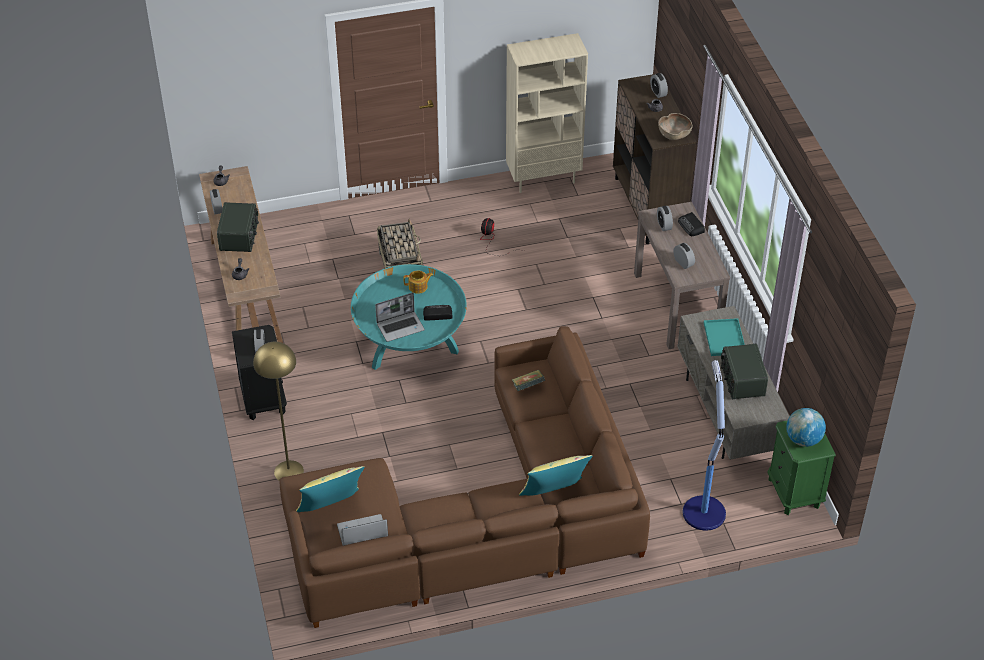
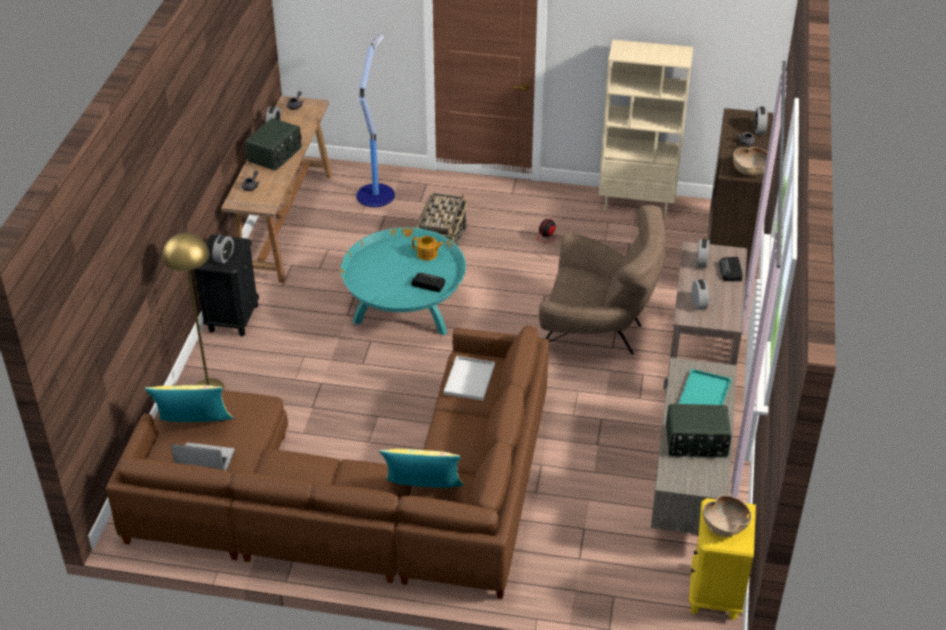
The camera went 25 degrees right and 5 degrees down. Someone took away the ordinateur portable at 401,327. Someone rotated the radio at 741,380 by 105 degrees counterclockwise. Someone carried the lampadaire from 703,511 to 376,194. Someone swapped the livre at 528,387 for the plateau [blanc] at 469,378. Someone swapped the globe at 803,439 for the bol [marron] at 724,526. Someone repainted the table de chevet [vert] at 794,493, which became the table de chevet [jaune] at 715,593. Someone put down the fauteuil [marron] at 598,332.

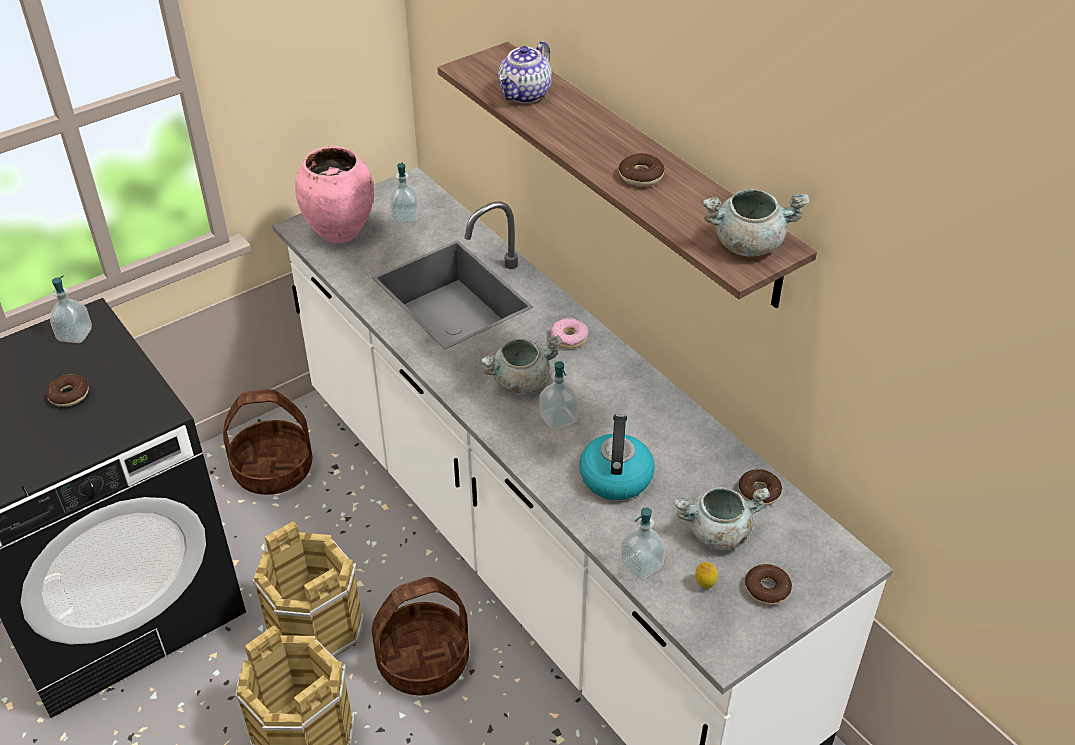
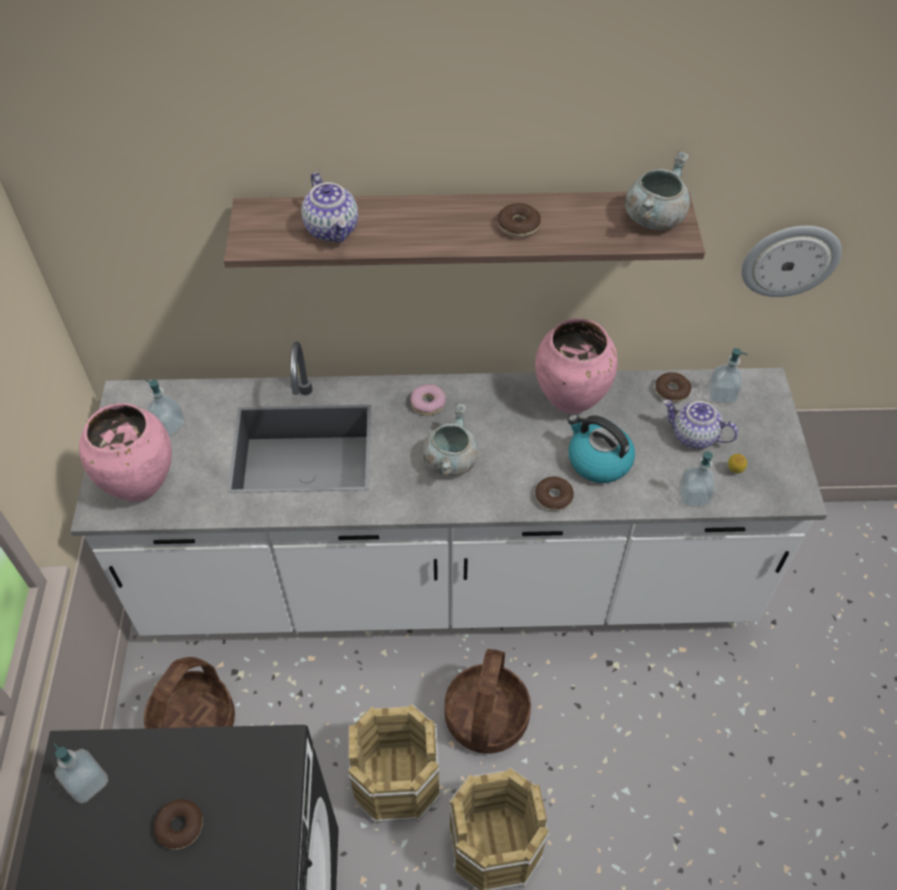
The camera went 55 degrees left and 10 degrees up. Someone carried the distributeur de savon from 558,418 to 721,394. Someone swapped the marmite [gris] at 717,533 for the théière at 693,436. Someone carried the beignet from 767,589 to 553,497. Someone put up the horloge murale at 790,259. Someone put down the vase [rose] at 571,399.

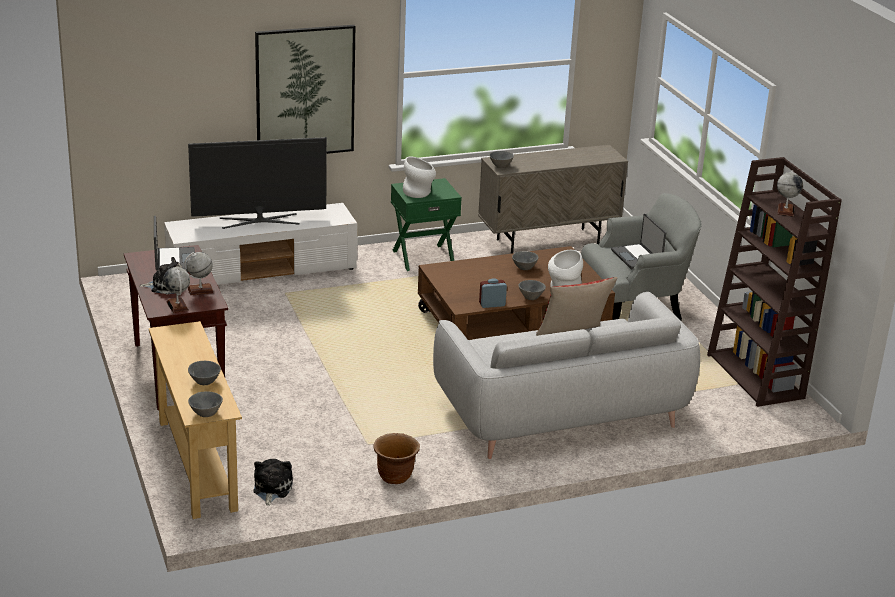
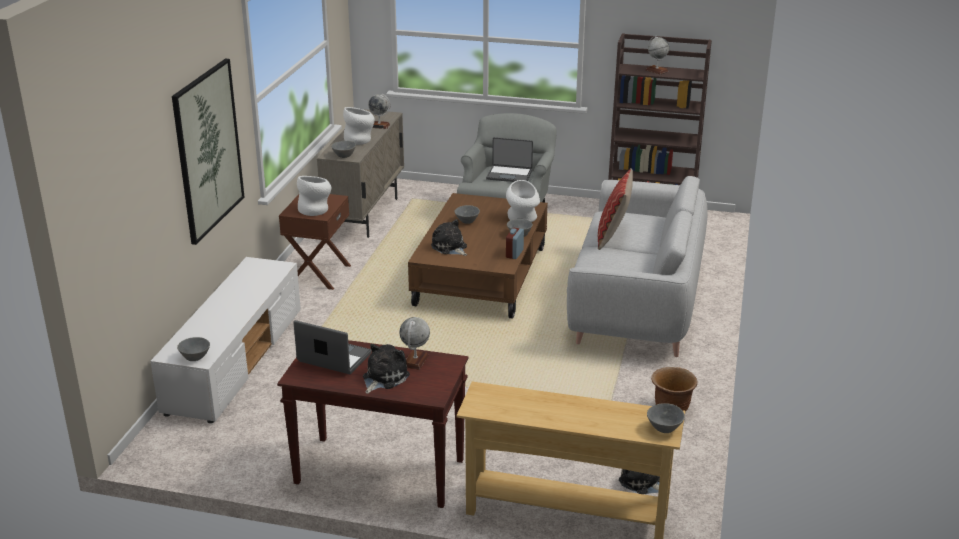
The camera went 55 degrees left and 0 degrees up. Someone took away the téléviseur at 259,221. Someone repainted the table de chevet [vert] at 423,257, which became the table de chevet [marron] at 318,274. Someone carried the globe from 177,306 to 379,125. Someone carried the bol [gris] from 204,382 to 195,358. Someone put down the vase [blanc] at 360,140. Someone put down the peluche at 450,247.

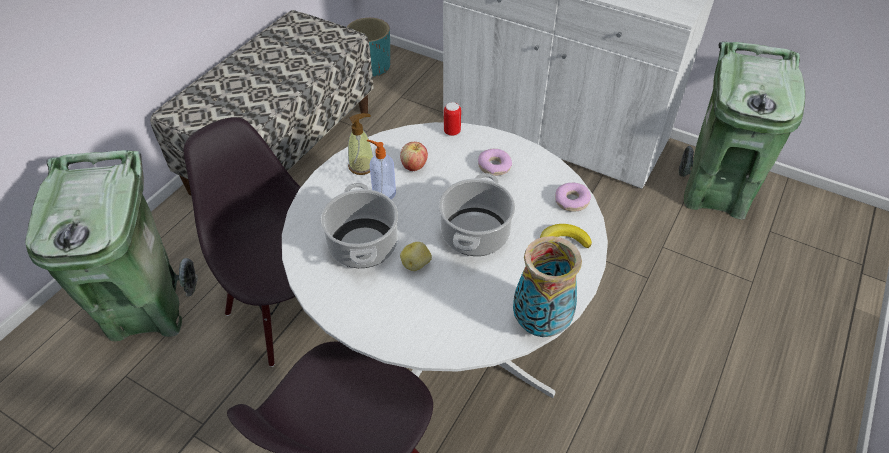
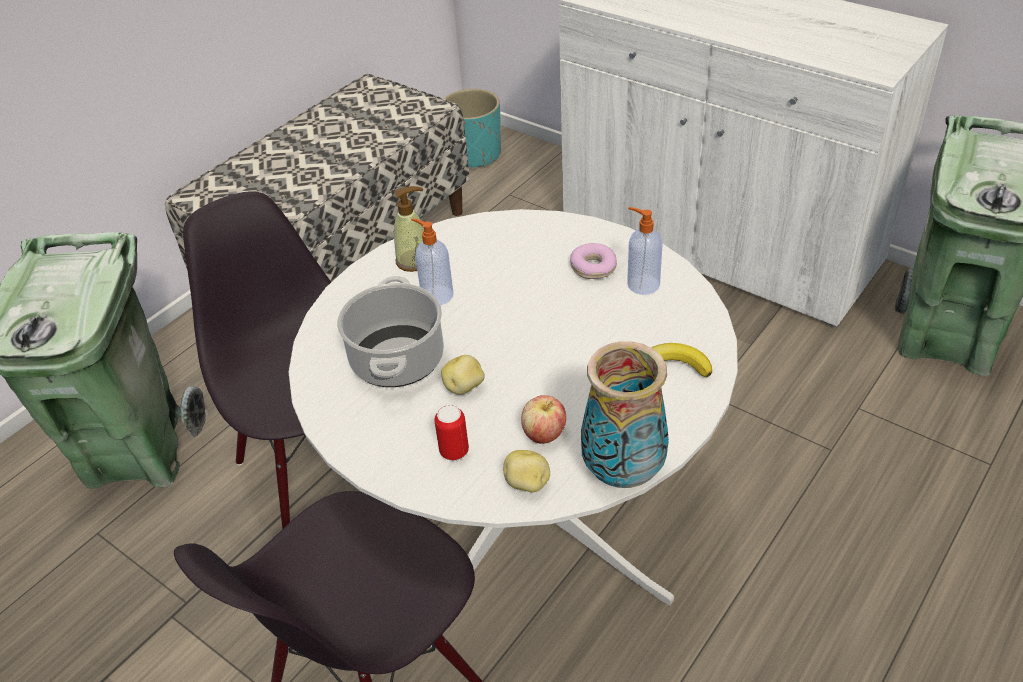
The camera went 10 degrees right and 5 degrees down. Someone carried the boîte métallique from 452,132 to 454,451. Someone carried the pomme from 414,166 to 544,434. Someone took away the marmite at 475,233. Someone took away the beignet at 571,201. Someone put down the distributeur de savon at 642,284. Someone put down the pomme de terre at 527,484.

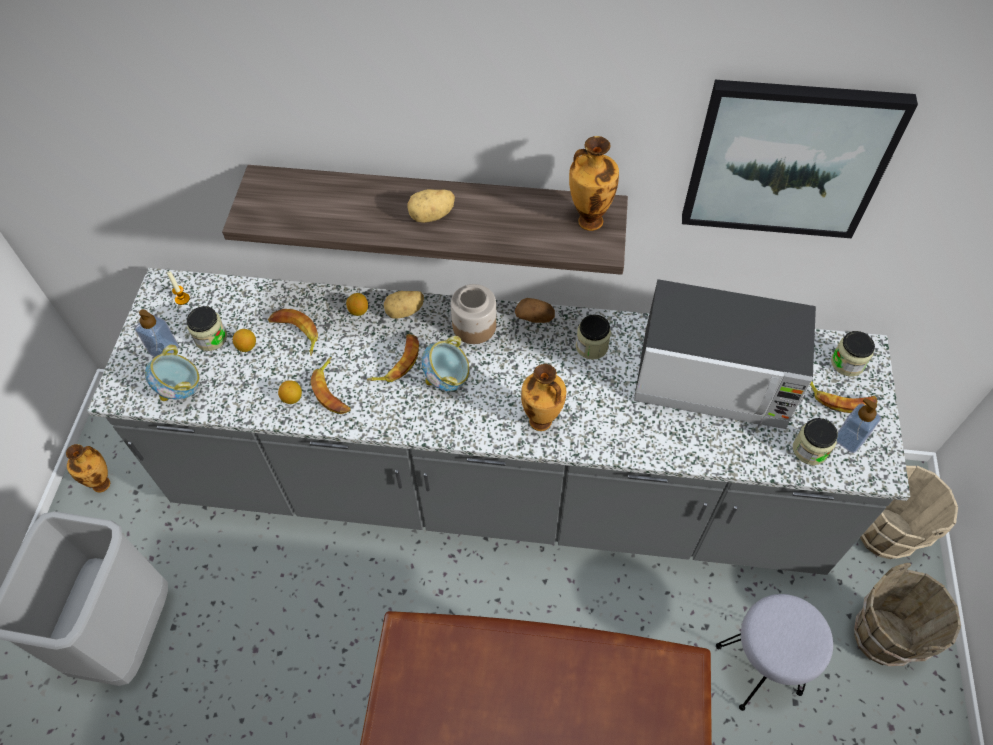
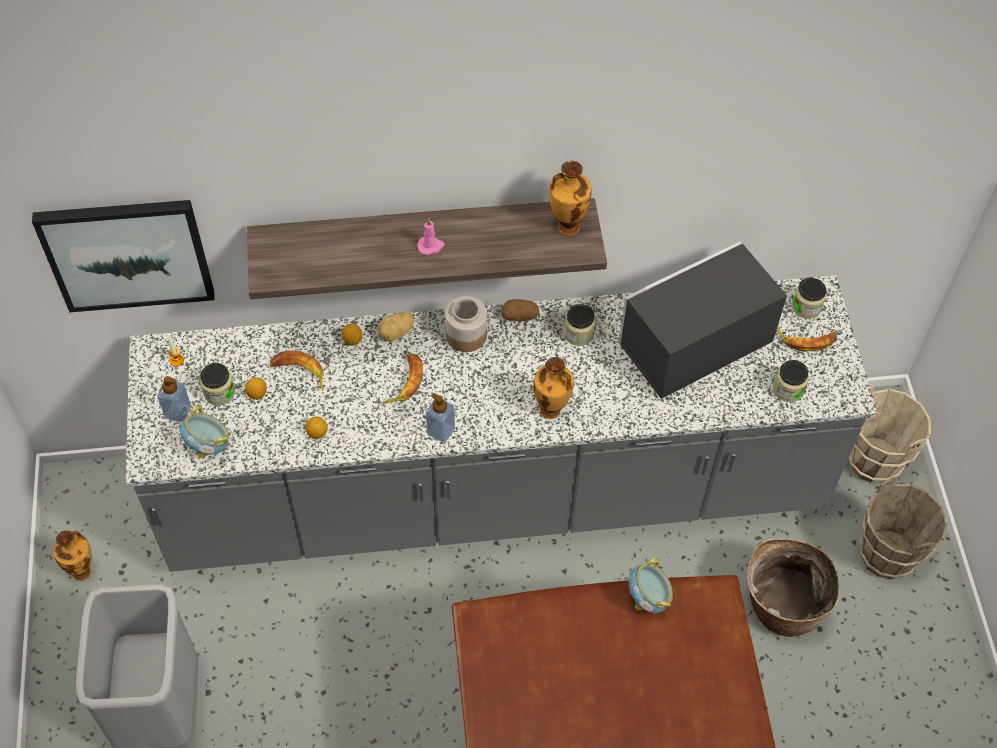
The camera went 15 degrees left and 0 degrees up. Someone carried the tableau from 788,159 to 127,253. Someone swapped the pomme de terre at 432,216 for the bougie [rose] at 431,246. Someone rotated the micro-ondes at 713,380 by 150 degrees clockwise. Someone carried the bol from 447,379 to 648,598. Someone took away the banane at 332,391. Someone carried the distributeur de savon from 849,440 to 441,431. Someone swapped the tabouret [gris] at 758,667 for the panier at 780,606.

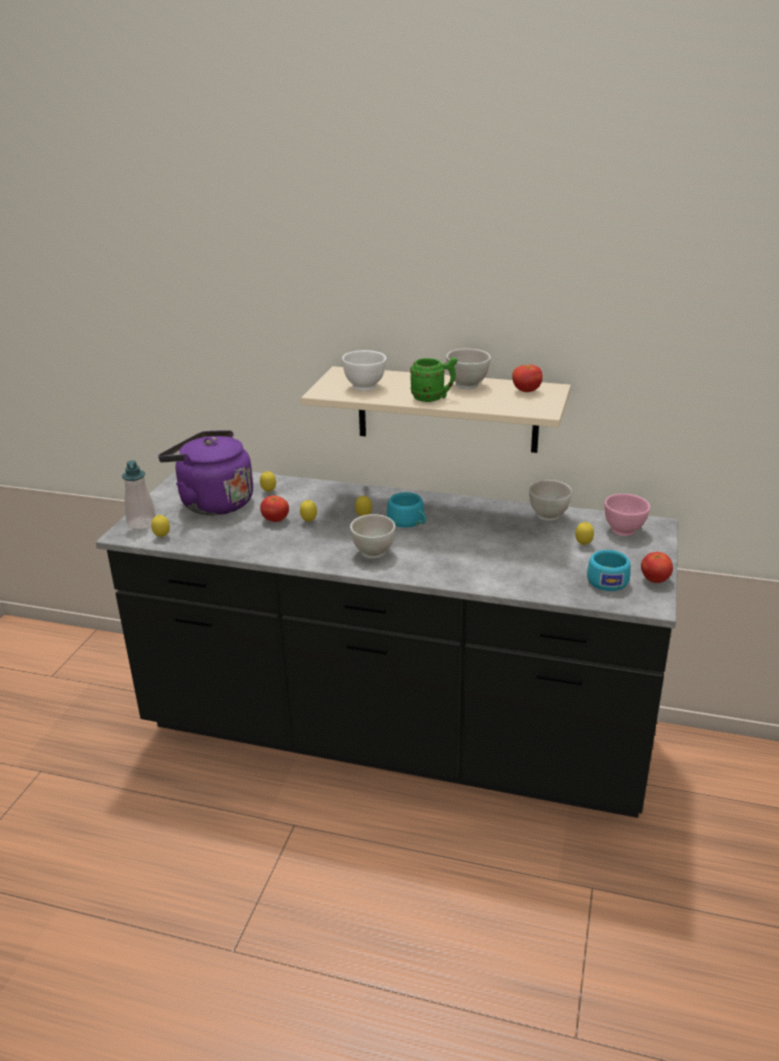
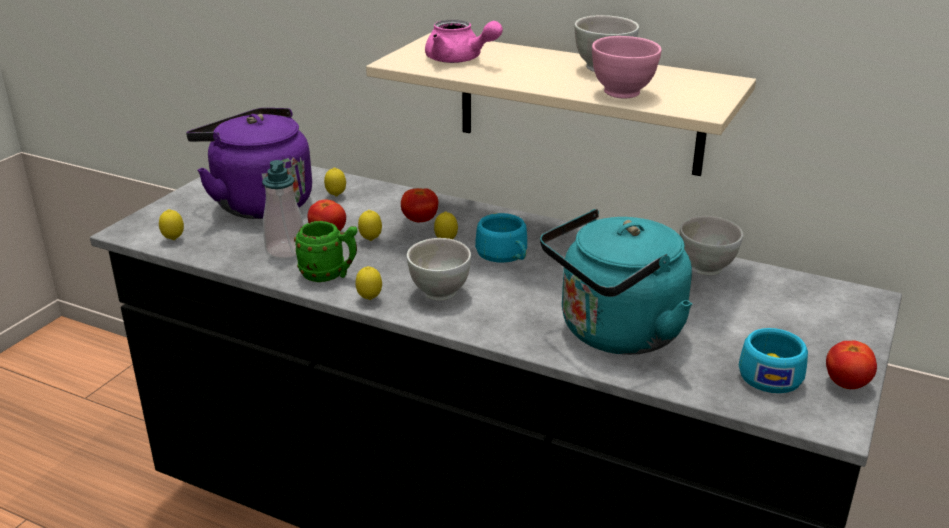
The camera went 10 degrees right and 0 degrees up. Someone swapped the bol [blanc] at 365,387 for the théière [rose] at 459,60. Someone carried the mug [vert] from 433,398 to 330,275. Someone carried the tomate from 526,391 to 420,220. Someone carried the distributeur de savon from 142,523 to 286,250. Someone carried the bol [rose] from 624,531 to 623,93. Someone carried the citron from 583,545 to 369,299. Someone put down the bouilloire [turquoise] at 615,334.

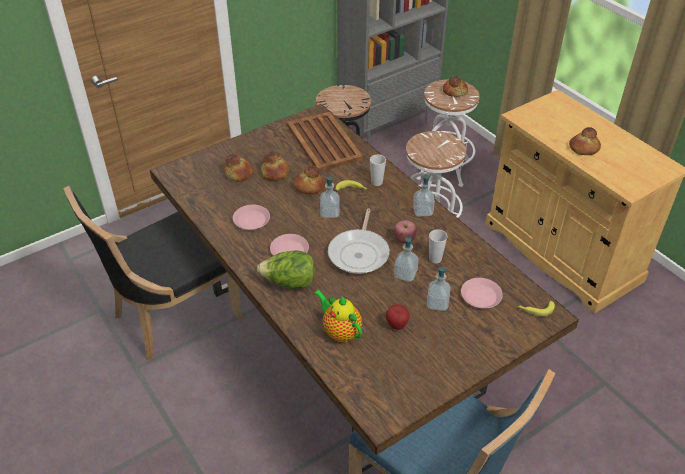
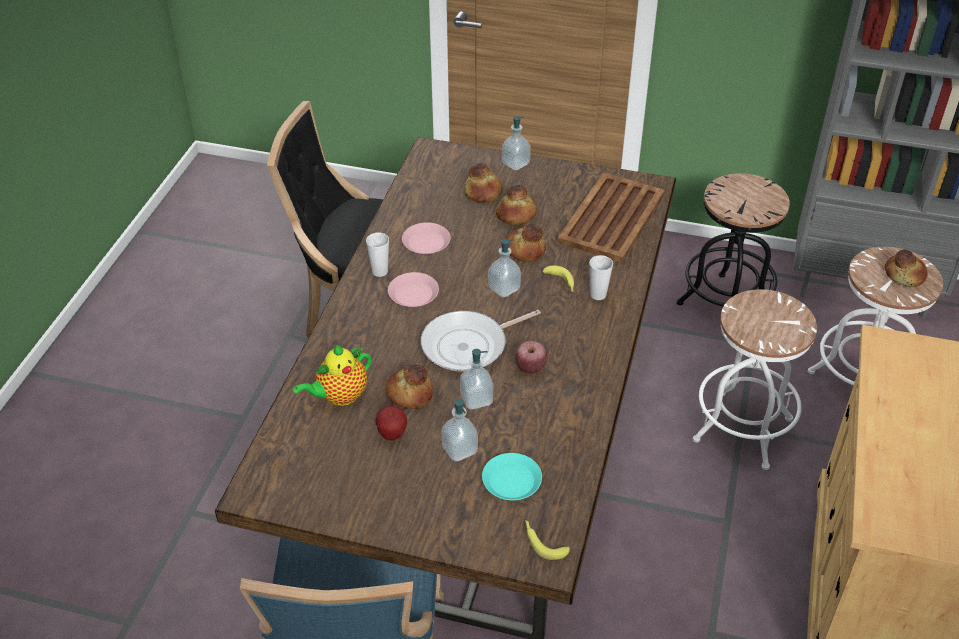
The camera went 50 degrees right and 0 degrees up. Someone carried the pain from 583,149 to 409,394. Someone carried the distributeur de savon from 423,211 to 515,163. Someone carried the tasse from 435,259 to 380,271. Someone took away the laitue at 289,283. Someone repainted the assiette [rose] at 481,296, which became the assiette [turquoise] at 512,481. Someone rotated the théière at 340,331 by 135 degrees counterclockwise.

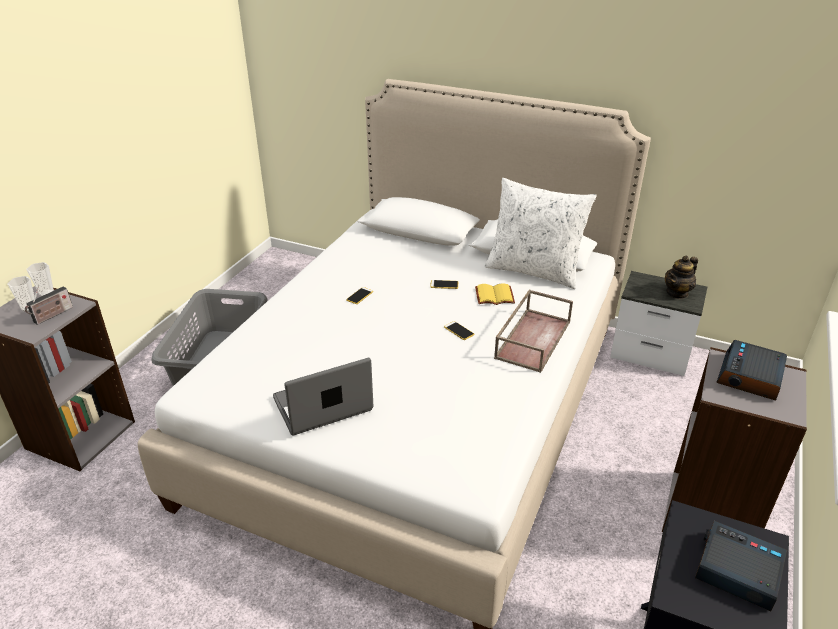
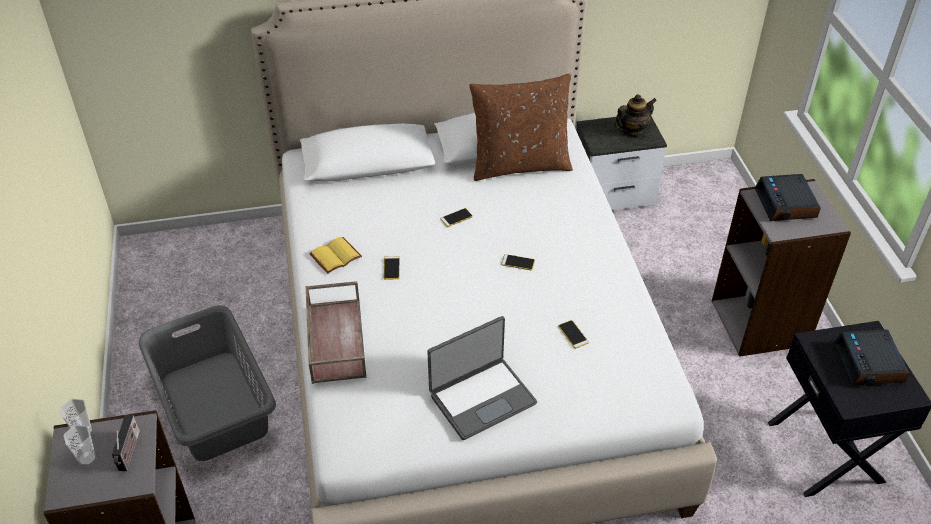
The camera went 35 degrees left and 10 degrees up. Someone repainted the coussin [blanc] at 534,270, which became the coussin [marron] at 520,165. Someone rotated the théière at 677,293 by 135 degrees counterclockwise. Someone carried the livre [jaune] from 494,296 to 335,257. Someone carried the plateau [marron] from 532,338 to 335,339. Someone rotated the ordinateur portable at 323,406 by 150 degrees counterclockwise. Someone rotated the réveil at 736,570 by 90 degrees counterclockwise. Someone put down the téléphone at 573,334.

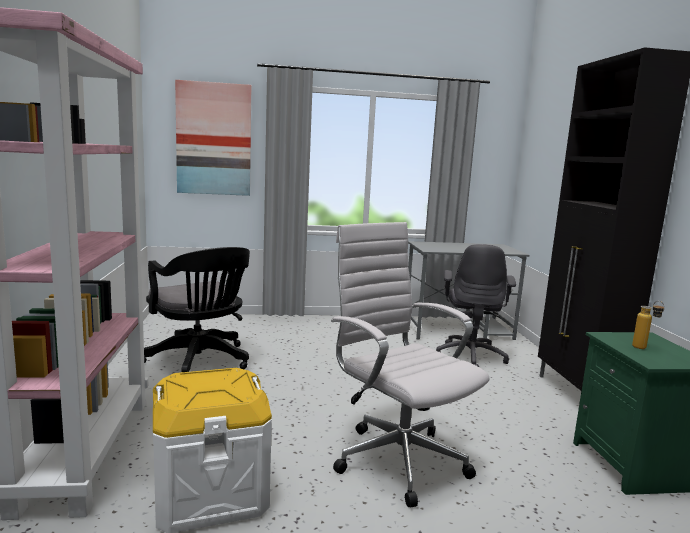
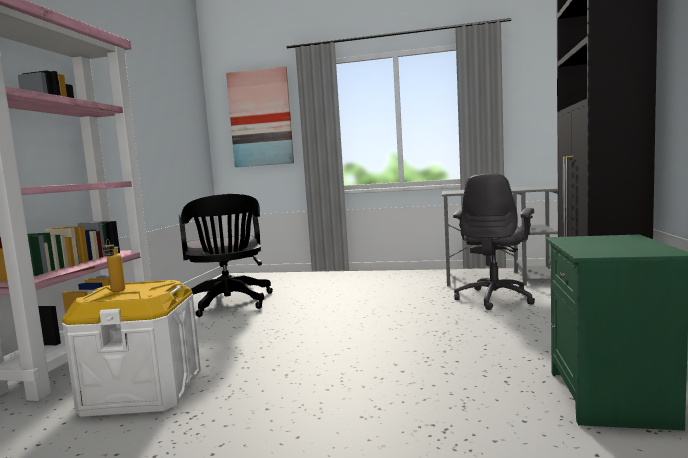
The camera went 20 degrees right and 5 degrees down. Someone took away the chaise de bureau [blanc] at 396,458. Someone carried the bouteille from 644,349 to 116,291.

